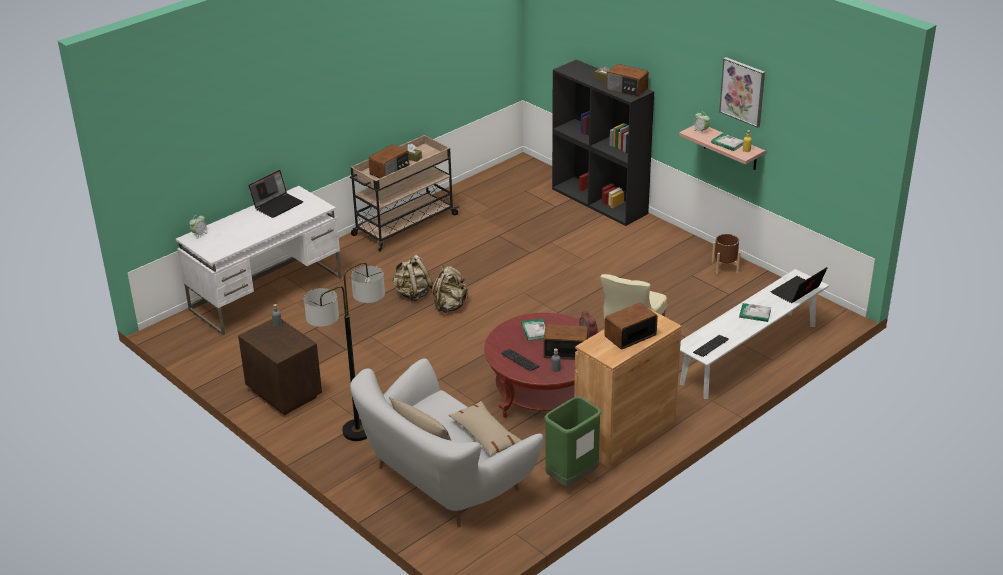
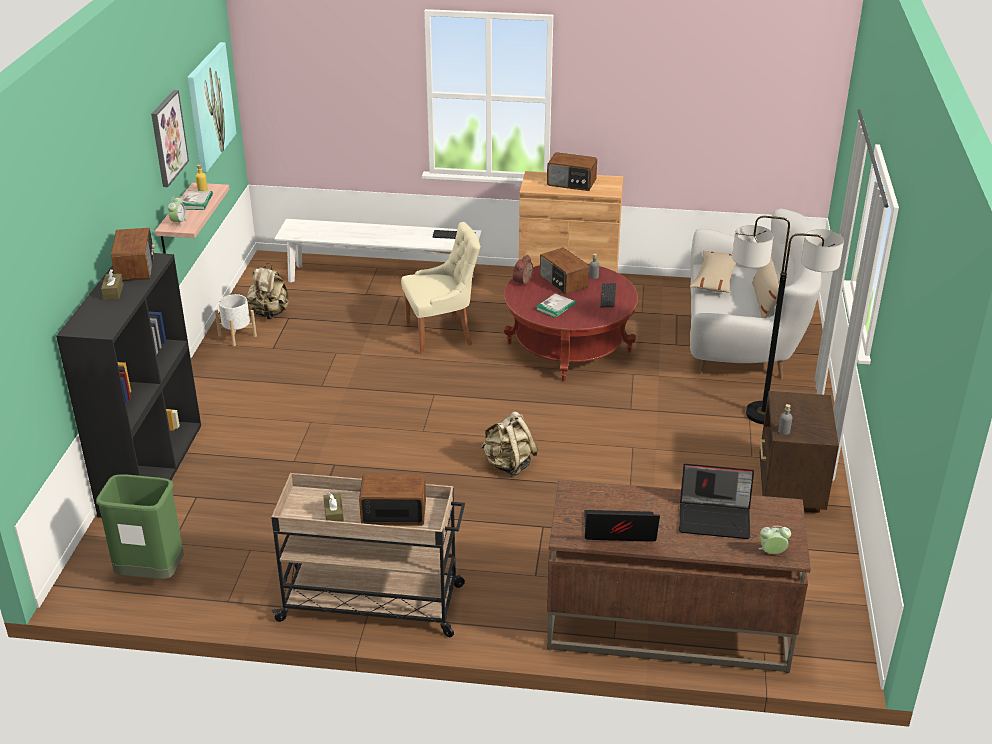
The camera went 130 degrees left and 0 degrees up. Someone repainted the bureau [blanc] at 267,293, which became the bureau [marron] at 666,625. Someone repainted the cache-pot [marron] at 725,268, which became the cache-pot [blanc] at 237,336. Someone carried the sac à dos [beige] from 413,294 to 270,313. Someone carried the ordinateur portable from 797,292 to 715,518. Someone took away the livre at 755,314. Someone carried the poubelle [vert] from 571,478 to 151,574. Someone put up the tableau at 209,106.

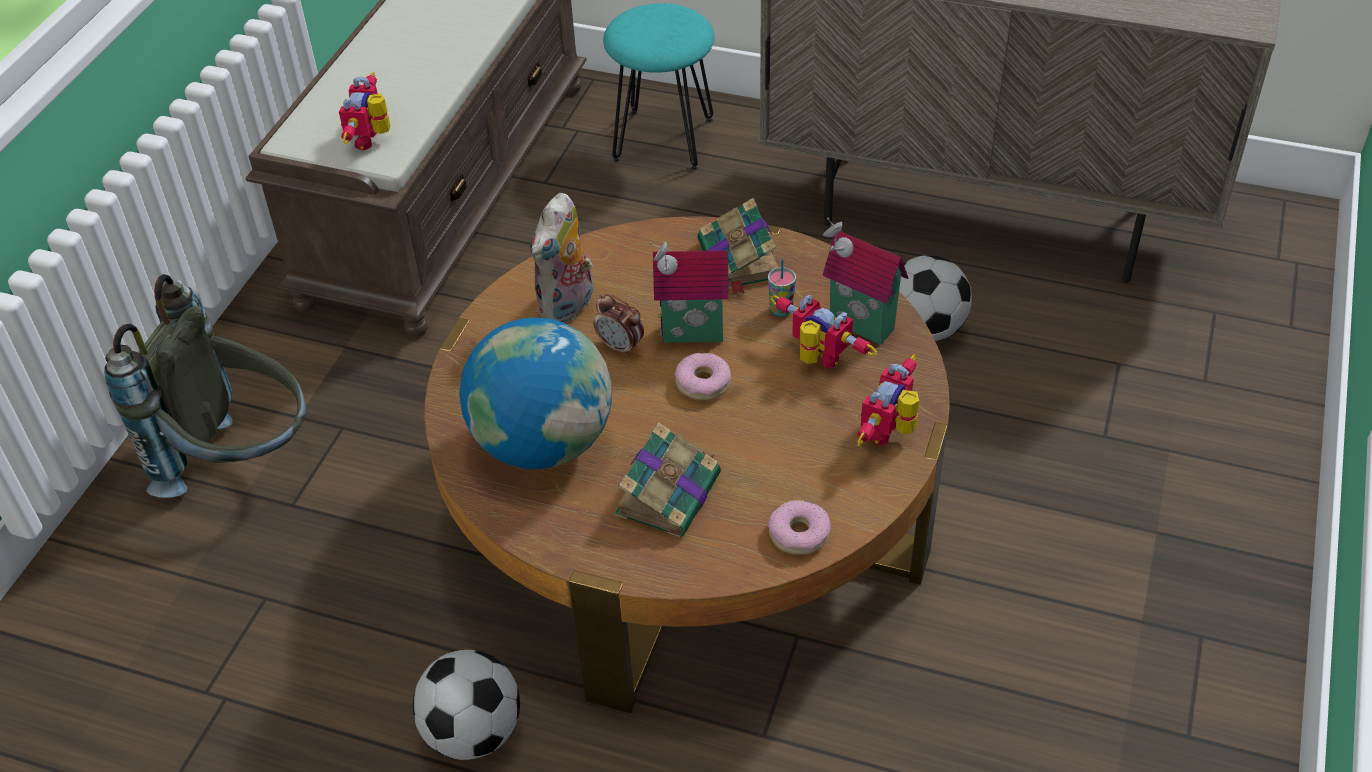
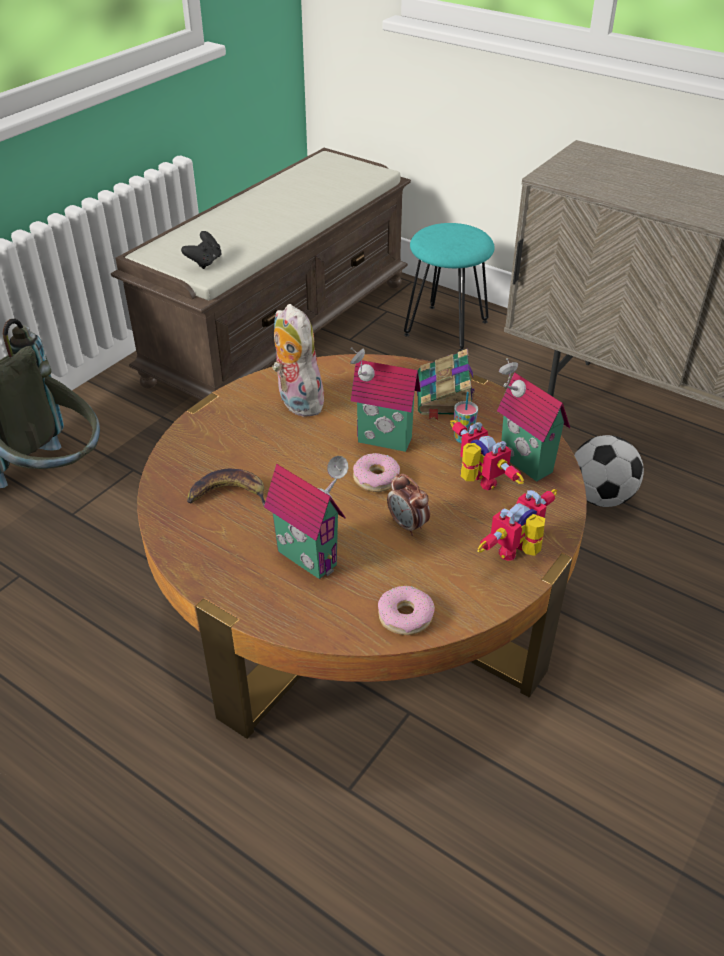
The camera went 15 degrees right and 5 degrees down. Someone swapped the robot jouet at 373,139 for the manette [noir] at 205,262. Someone rotated the peluche at 568,307 by 105 degrees clockwise. Someone carried the réveil from 620,347 to 407,525. Someone swapped the globe at 543,443 for the banane at 228,494. Someone swapped the livre at 669,492 for the maison miniature at 310,556. Someone took away the ballon de foot at 473,734.

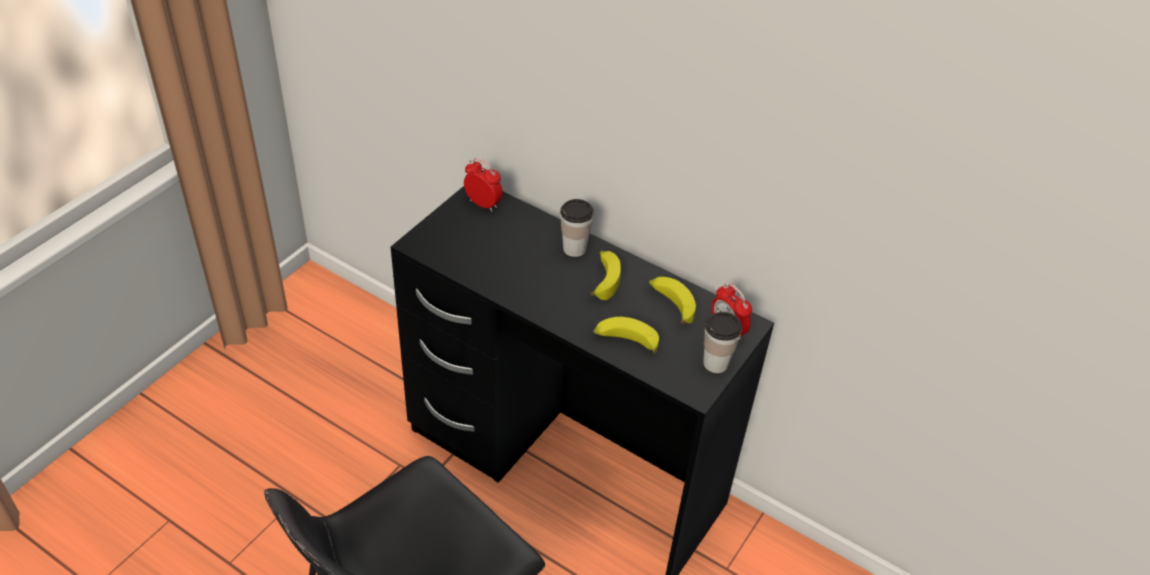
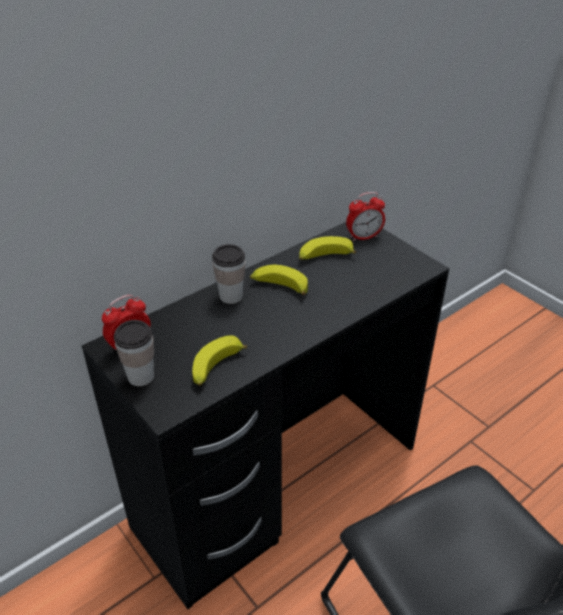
The camera went 70 degrees left and 5 degrees down. Someone carried the tasse from 715,363 to 141,376. Someone carried the banane from 625,341 to 216,368.

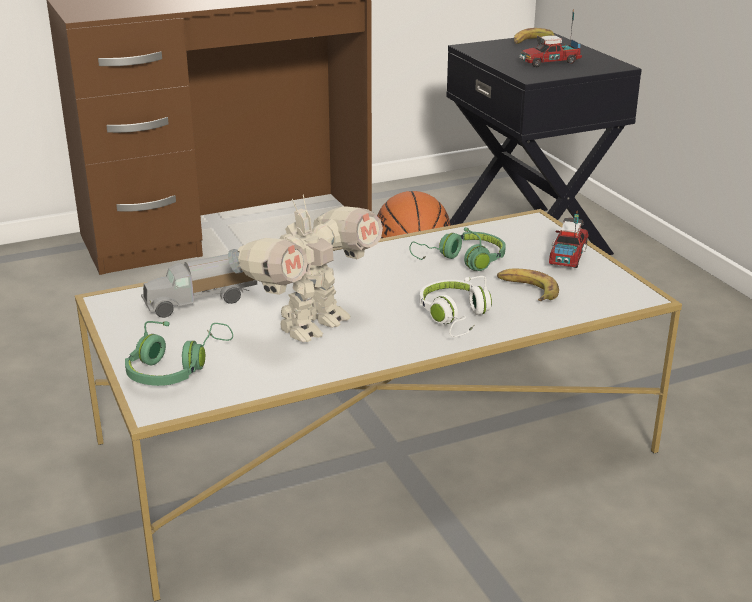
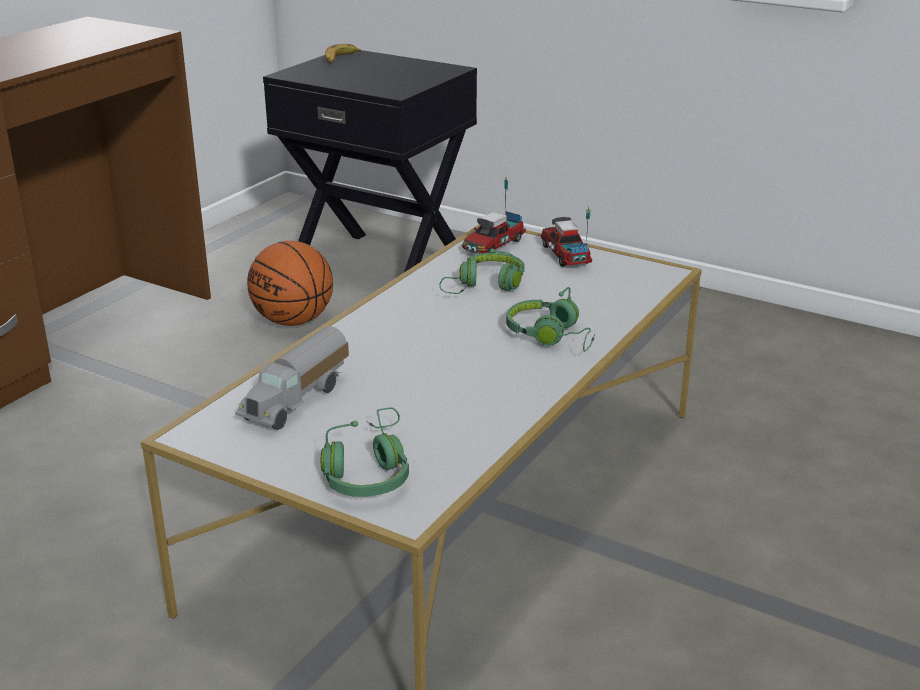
The camera went 35 degrees left and 0 degrees up. Someone carried the camion jouet from 549,63 to 493,246. Someone took away the robot jouet at 310,325. Someone took away the banane at 527,290. Someone repainted the casque audio [blanc] at 456,317, which became the casque audio [vert] at 552,336.

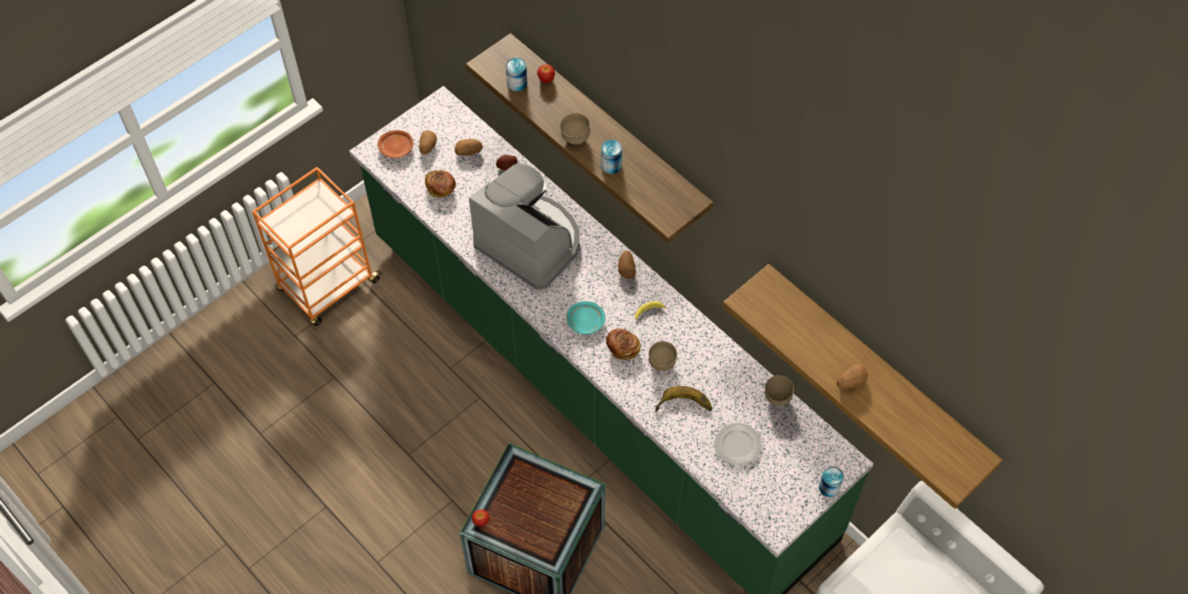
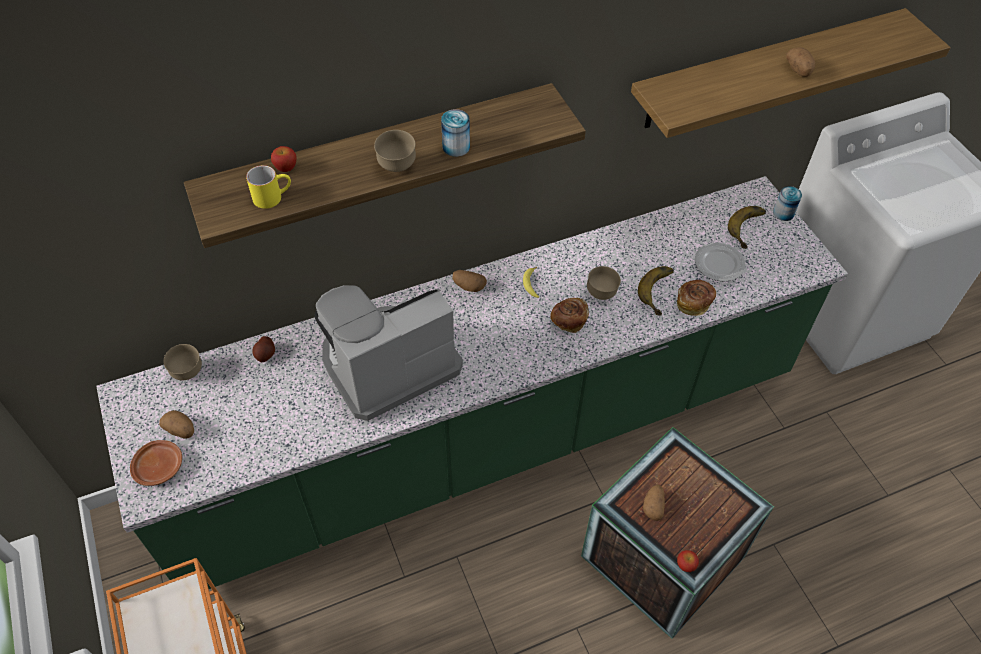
The camera went 70 degrees left and 5 degrees down. Someone swapped the boîte métallique at 517,83 for the mug [jaune] at 273,196. Someone carried the pomme de terre from 469,152 to 653,506. Someone carried the pain from 441,189 to 694,303. Someone took away the assiette [turquoise] at 585,321. Someone carried the bol [marron] from 777,398 to 188,373. Someone put down the banane at 750,229.

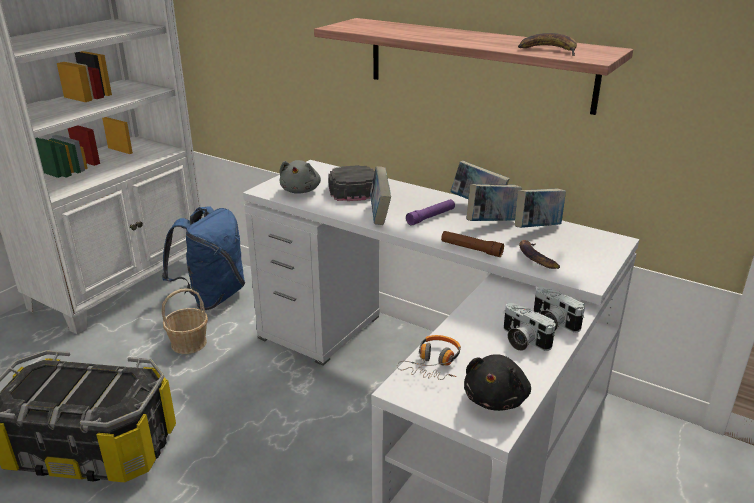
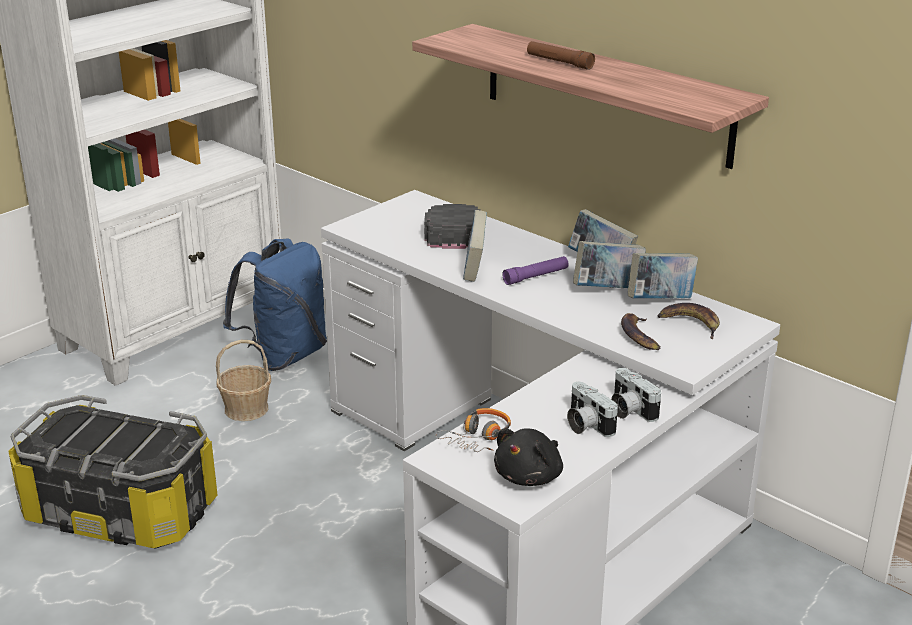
The camera went 10 degrees right and 0 degrees up. Someone carried the banane from 549,50 to 691,323. Someone took away the peluche [gris] at 301,190. Someone carried the lampe de poche [marron] from 471,249 to 559,62.

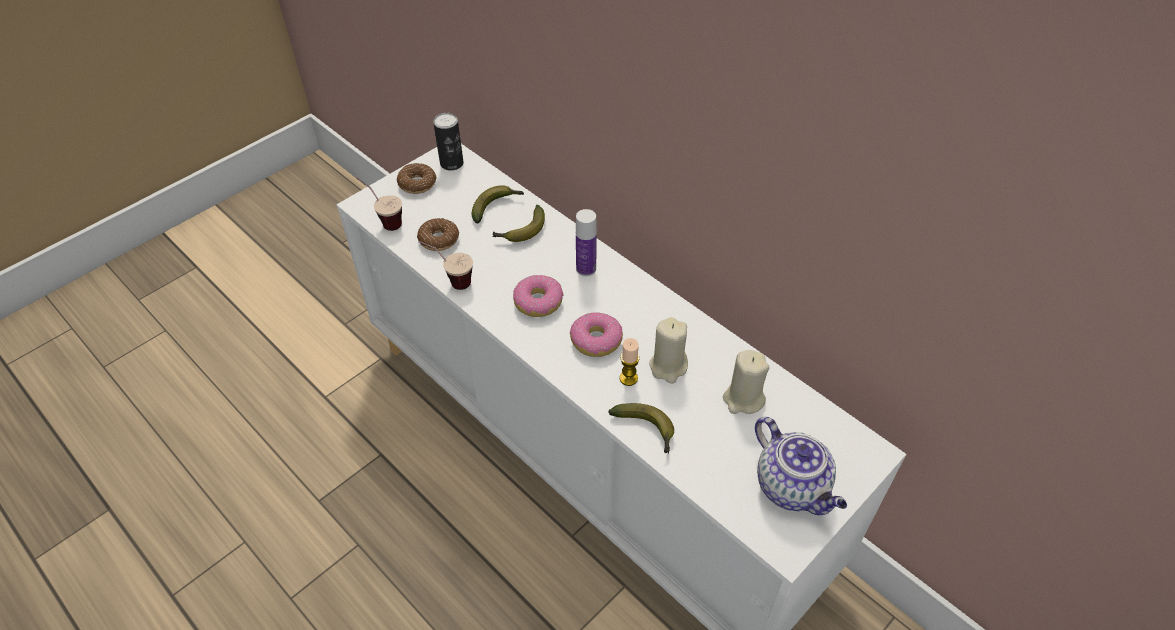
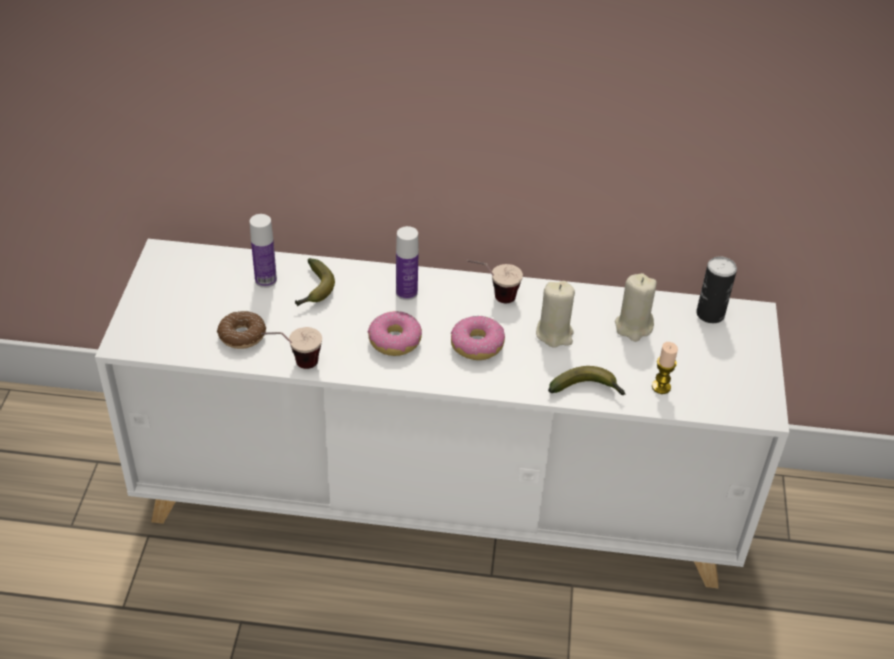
The camera went 40 degrees left and 5 degrees down. Someone carried the boîte métallique from 451,163 to 710,314. Someone took away the beignet at 417,184. Someone carried the tasse from 383,220 to 492,297. Someone swapped the banane at 496,207 for the bouteille at 266,280. Someone carried the bougie from 628,378 to 661,387. Someone took away the théière at 793,487.

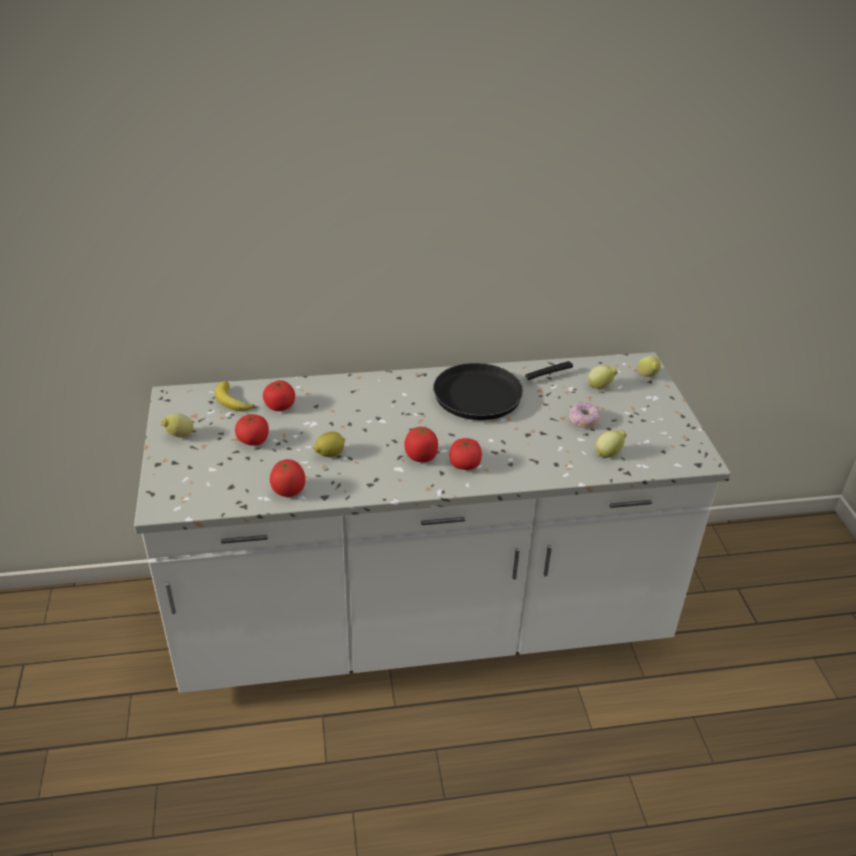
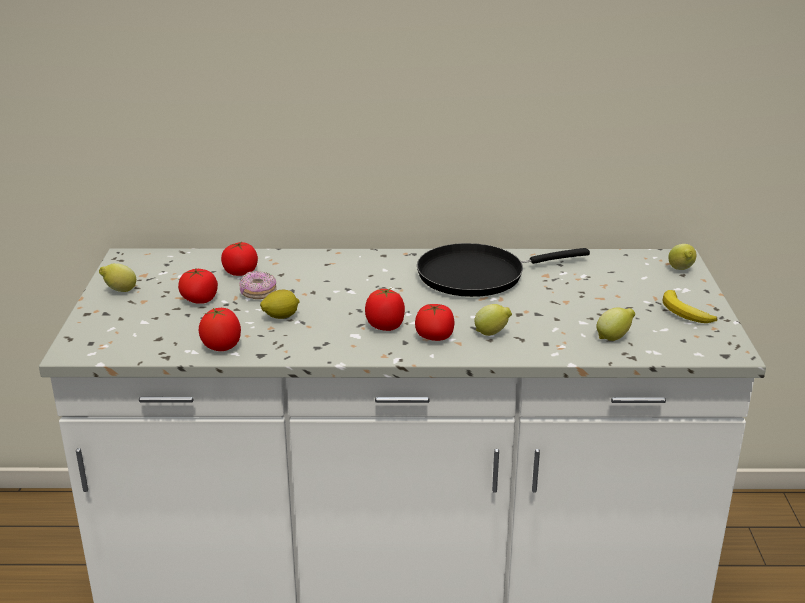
The camera went 10 degrees right and 10 degrees down. Someone carried the citron from 600,387 to 492,334. Someone carried the banane from 231,401 to 685,312. Someone carried the beignet from 584,421 to 258,293.

